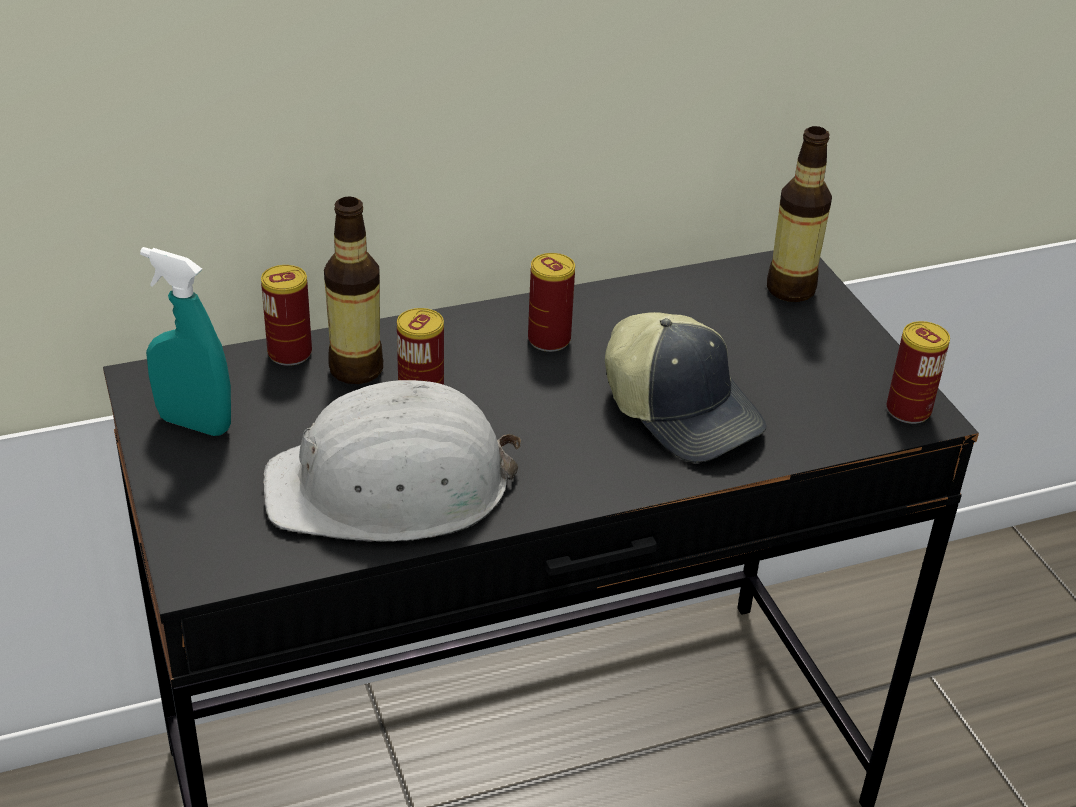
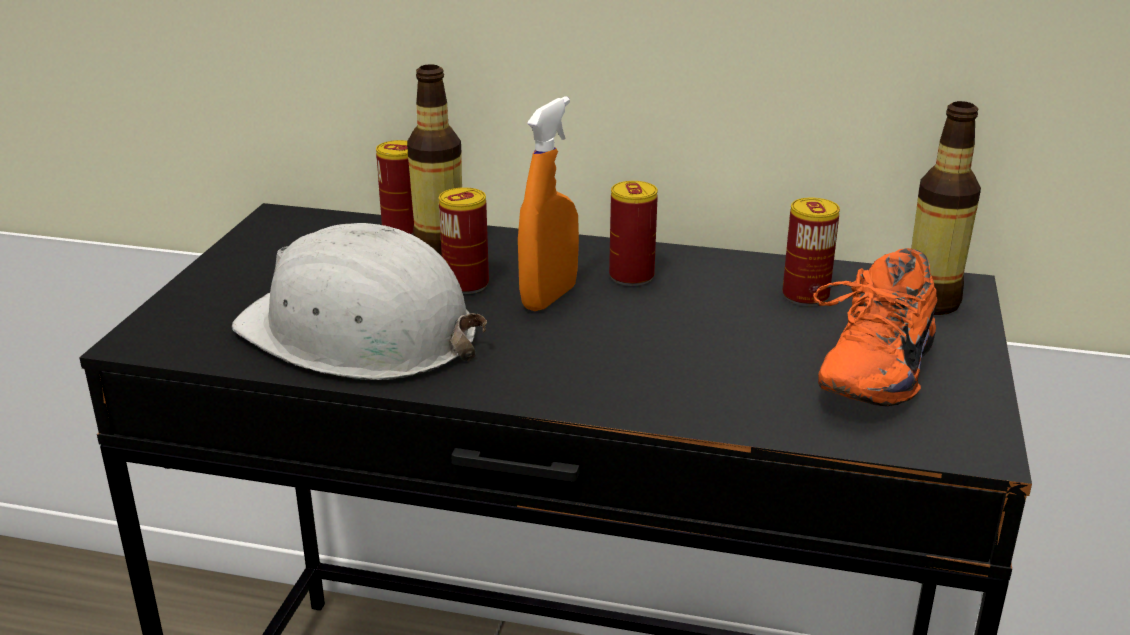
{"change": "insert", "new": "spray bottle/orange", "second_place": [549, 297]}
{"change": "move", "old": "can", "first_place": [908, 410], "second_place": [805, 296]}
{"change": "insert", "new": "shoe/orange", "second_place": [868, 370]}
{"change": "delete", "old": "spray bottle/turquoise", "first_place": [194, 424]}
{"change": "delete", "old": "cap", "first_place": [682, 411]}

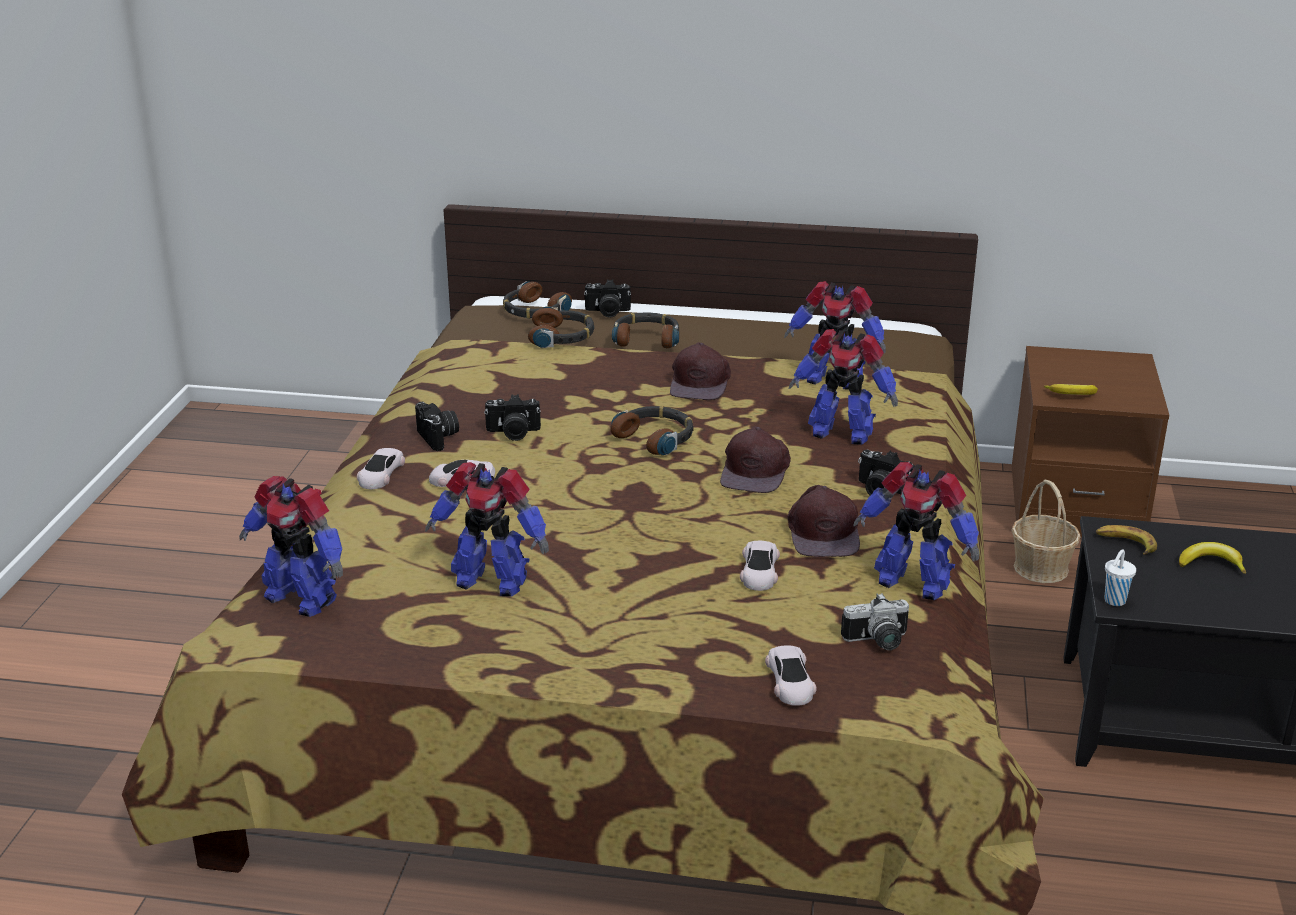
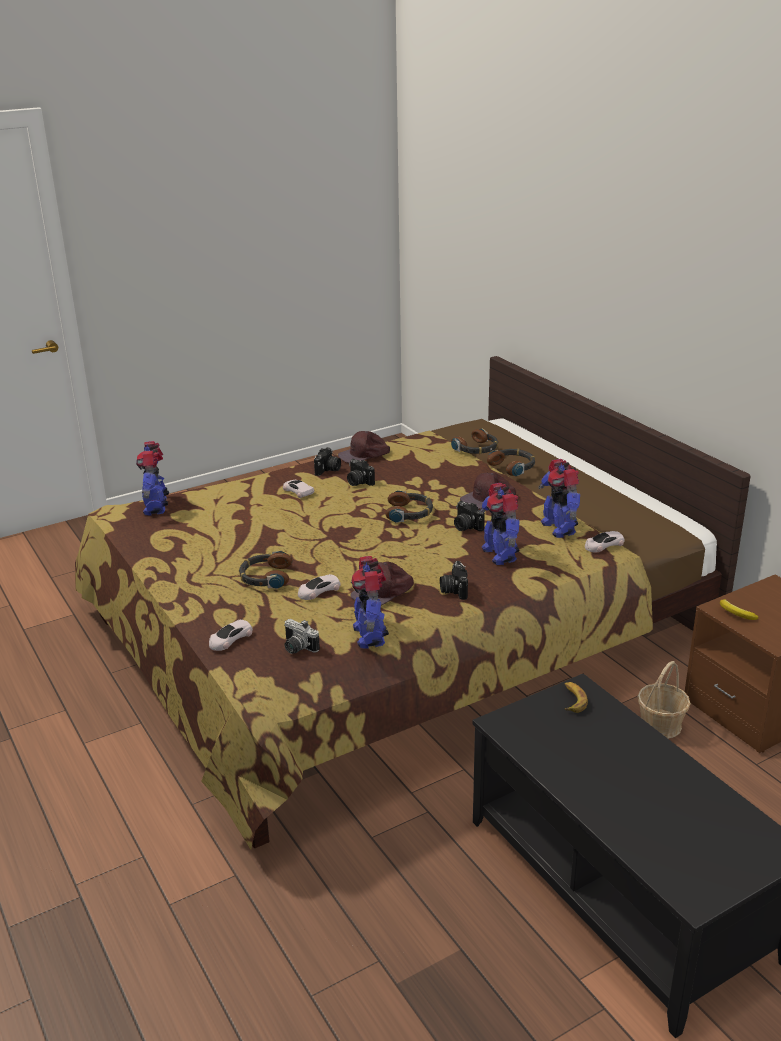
{"change": "move", "old": "headphones", "first_place": [534, 311], "second_place": [265, 577]}
{"change": "move", "old": "cap/brown", "first_place": [756, 471], "second_place": [364, 455]}
{"change": "move", "old": "photo camera", "first_place": [607, 312], "second_place": [466, 526]}
{"change": "move", "old": "toy car/white", "first_place": [380, 474], "second_place": [603, 545]}
{"change": "delete", "old": "toy robot", "first_place": [491, 580]}
{"change": "delete", "old": "cup/white", "first_place": [1114, 601]}
{"change": "delete", "old": "banana", "first_place": [1210, 564]}

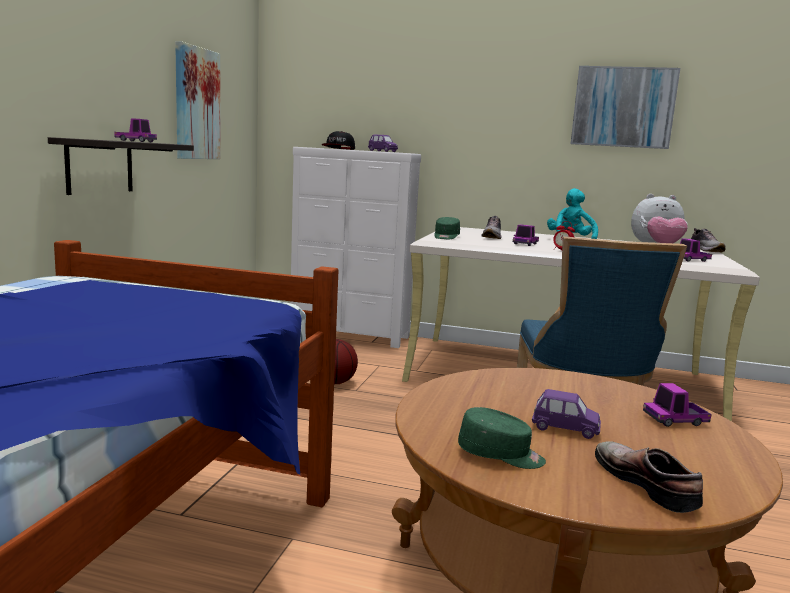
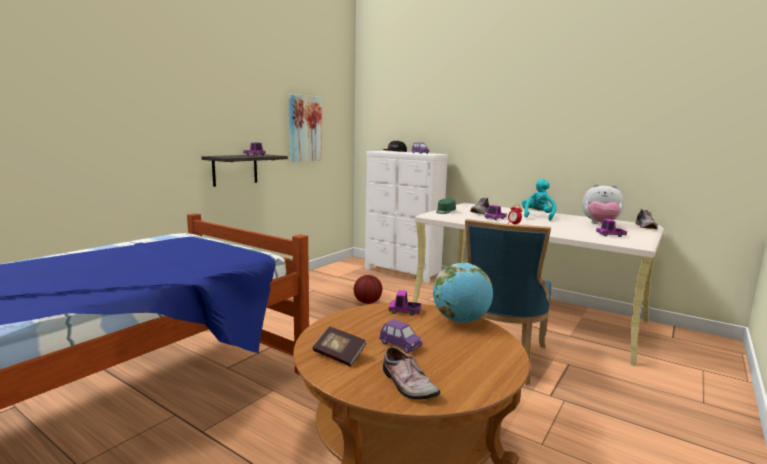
{"change": "replace", "old": "cap/green", "new": "book", "first_place": [500, 455], "second_place": [339, 355]}
{"change": "rotate", "old": "shoe", "first_place": [647, 484], "second_place": [406, 384], "degrees": 150}
{"change": "move", "old": "toy truck", "first_place": [675, 420], "second_place": [405, 311]}
{"change": "insert", "new": "globe", "second_place": [461, 321]}
{"change": "delete", "old": "picture", "first_place": [623, 107]}

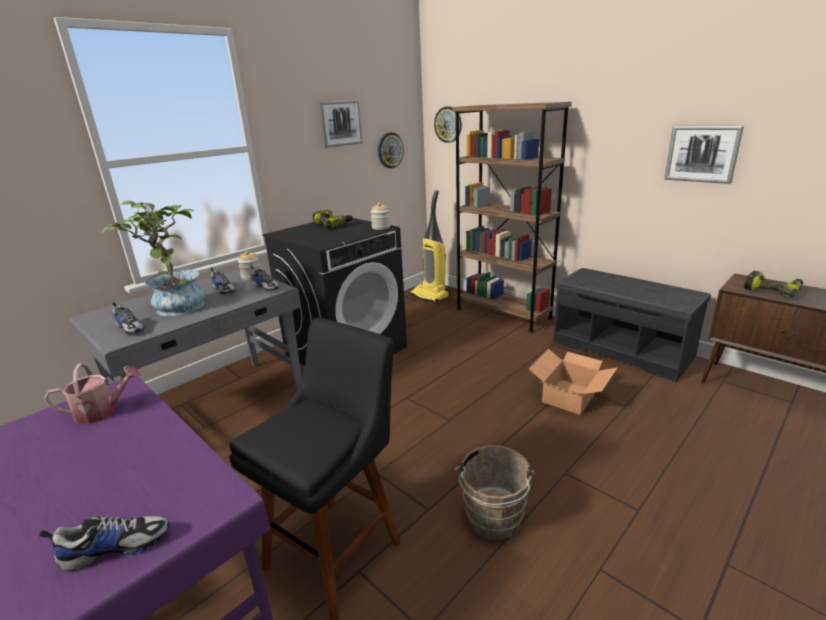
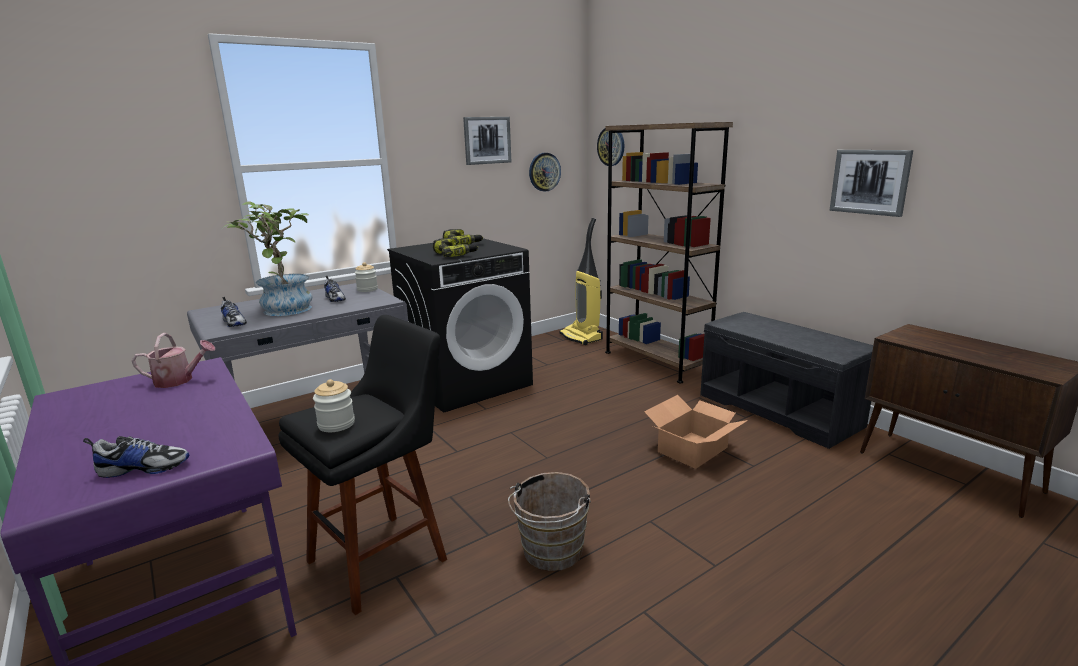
{"change": "move", "old": "jar", "first_place": [381, 227], "second_place": [336, 424]}
{"change": "move", "old": "power drill", "first_place": [772, 290], "second_place": [455, 254]}
{"change": "delete", "old": "shoe", "first_place": [266, 287]}

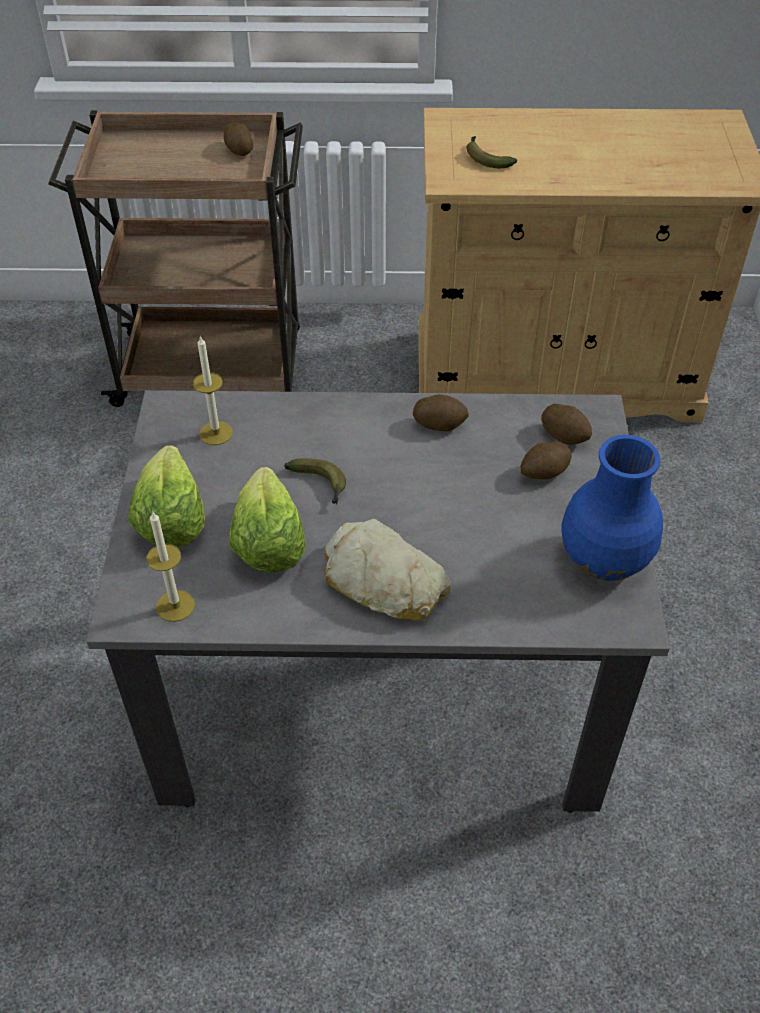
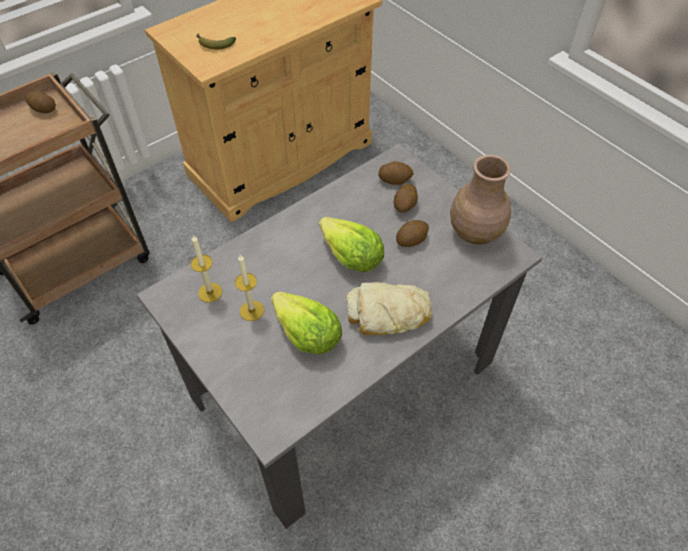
{"change": "move", "old": "candle", "first_place": [175, 606], "second_place": [252, 310]}
{"change": "move", "old": "lettuce", "first_place": [170, 518], "second_place": [350, 257]}
{"change": "move", "old": "potato", "first_place": [439, 424], "second_place": [411, 240]}
{"change": "recolor", "old": "vase/blue", "new": "vase/brown", "first_place": [602, 560], "second_place": [474, 233]}
{"change": "delete", "old": "banana", "first_place": [320, 485]}

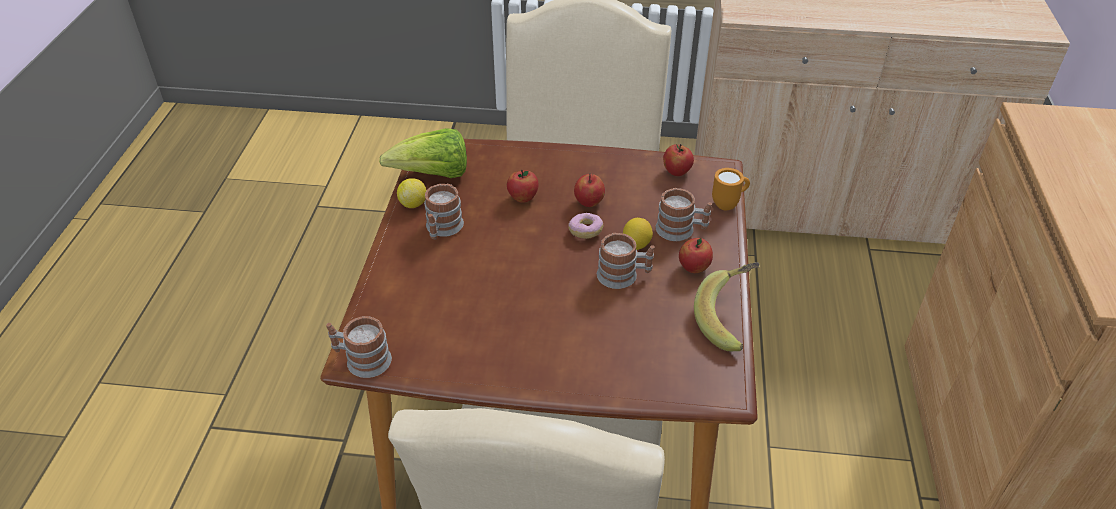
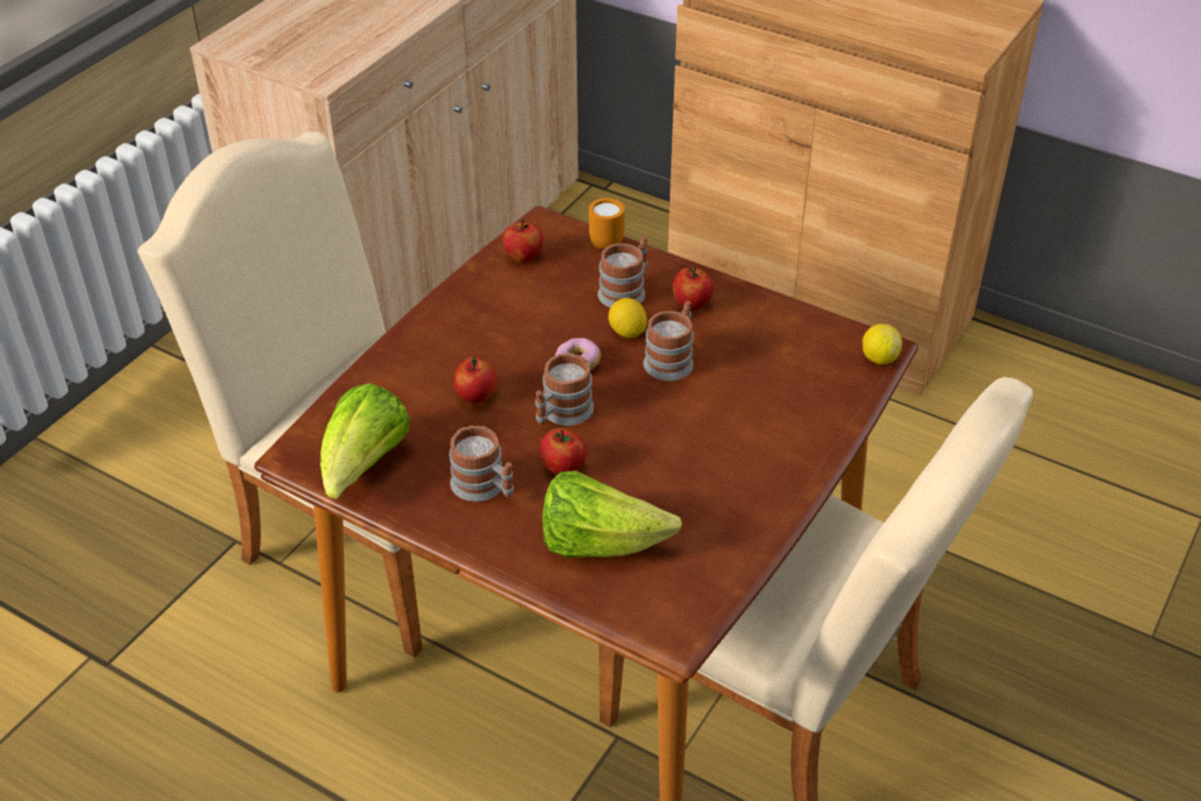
{"change": "move", "old": "mug", "first_place": [362, 360], "second_place": [561, 414]}
{"change": "move", "old": "apple", "first_place": [589, 202], "second_place": [563, 468]}
{"change": "insert", "new": "lettuce", "second_place": [599, 544]}
{"change": "move", "old": "lemon", "first_place": [413, 204], "second_place": [879, 358]}
{"change": "delete", "old": "banana", "first_place": [731, 319]}

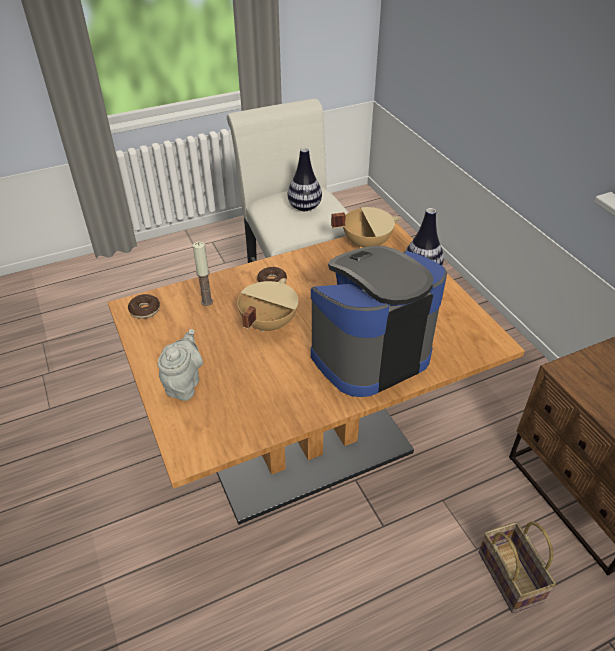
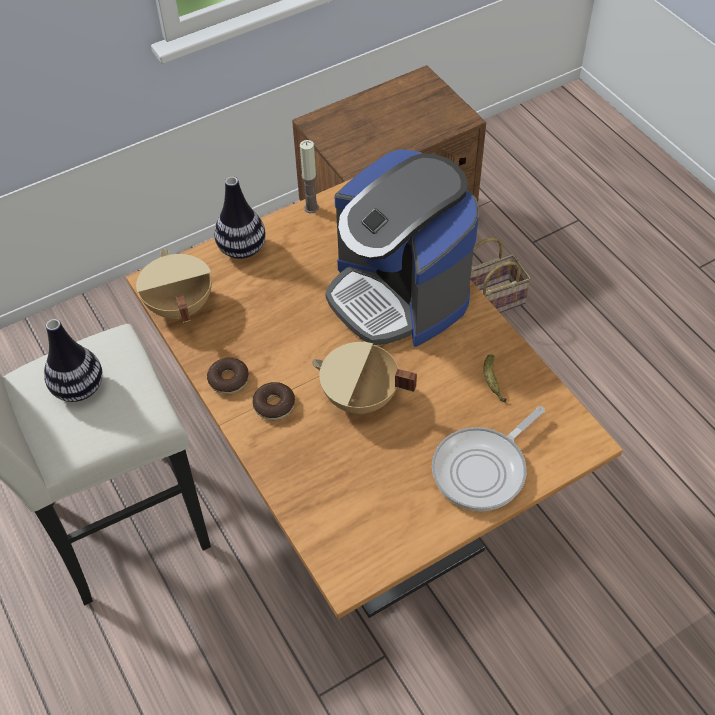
{"change": "move", "old": "donut", "first_place": [145, 310], "second_place": [228, 380]}
{"change": "move", "old": "candle", "first_place": [207, 301], "second_place": [311, 208]}
{"change": "replace", "old": "teapot/grey", "new": "frying pan", "first_place": [184, 384], "second_place": [483, 469]}
{"change": "insert", "new": "banana", "second_place": [492, 381]}

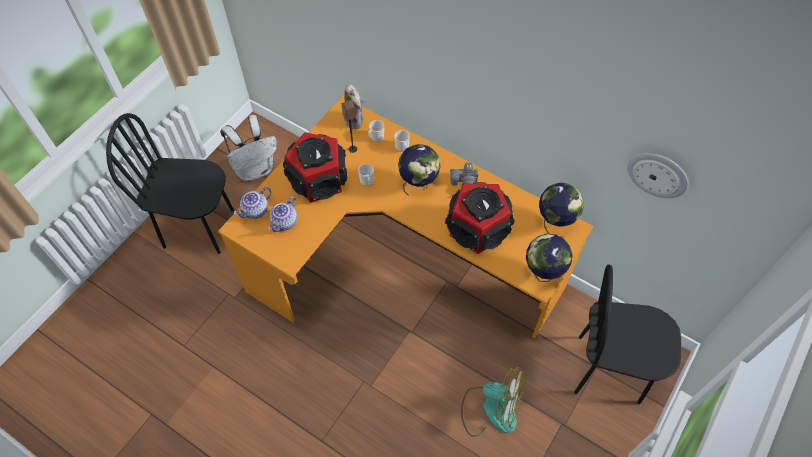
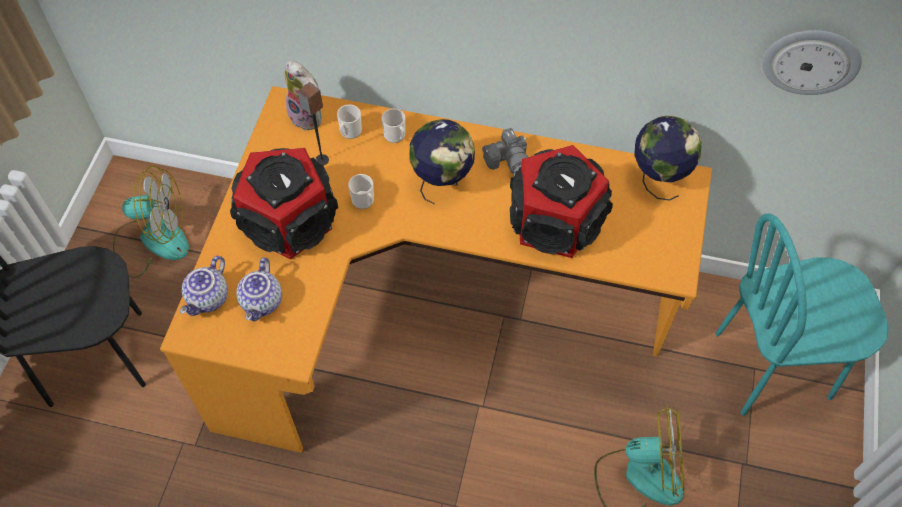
{"change": "replace", "old": "backpack/white", "new": "fan", "first_place": [255, 169], "second_place": [152, 240]}
{"change": "recolor", "old": "chair/black", "new": "chair/turquoise", "first_place": [608, 369], "second_place": [772, 366]}
{"change": "delete", "old": "globe", "first_place": [543, 273]}

